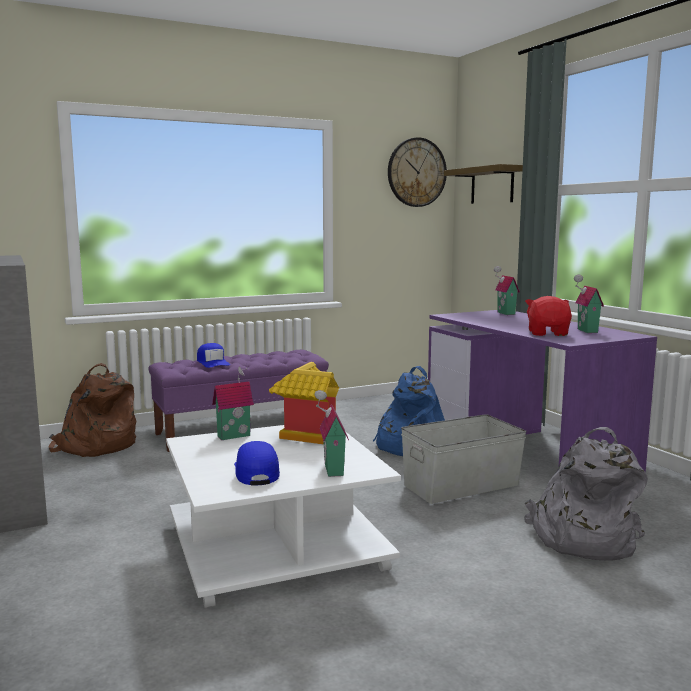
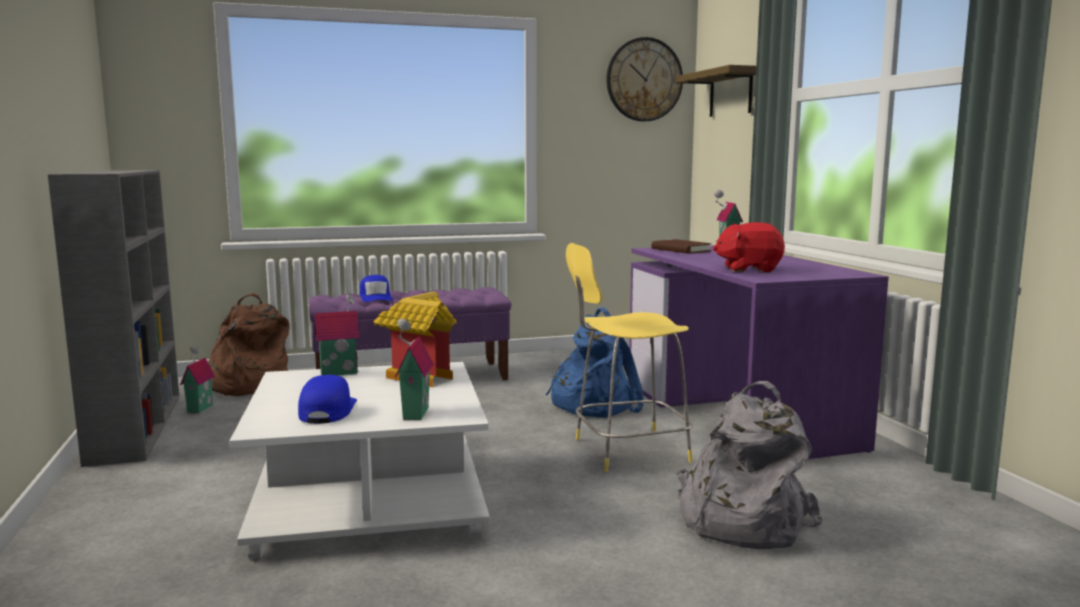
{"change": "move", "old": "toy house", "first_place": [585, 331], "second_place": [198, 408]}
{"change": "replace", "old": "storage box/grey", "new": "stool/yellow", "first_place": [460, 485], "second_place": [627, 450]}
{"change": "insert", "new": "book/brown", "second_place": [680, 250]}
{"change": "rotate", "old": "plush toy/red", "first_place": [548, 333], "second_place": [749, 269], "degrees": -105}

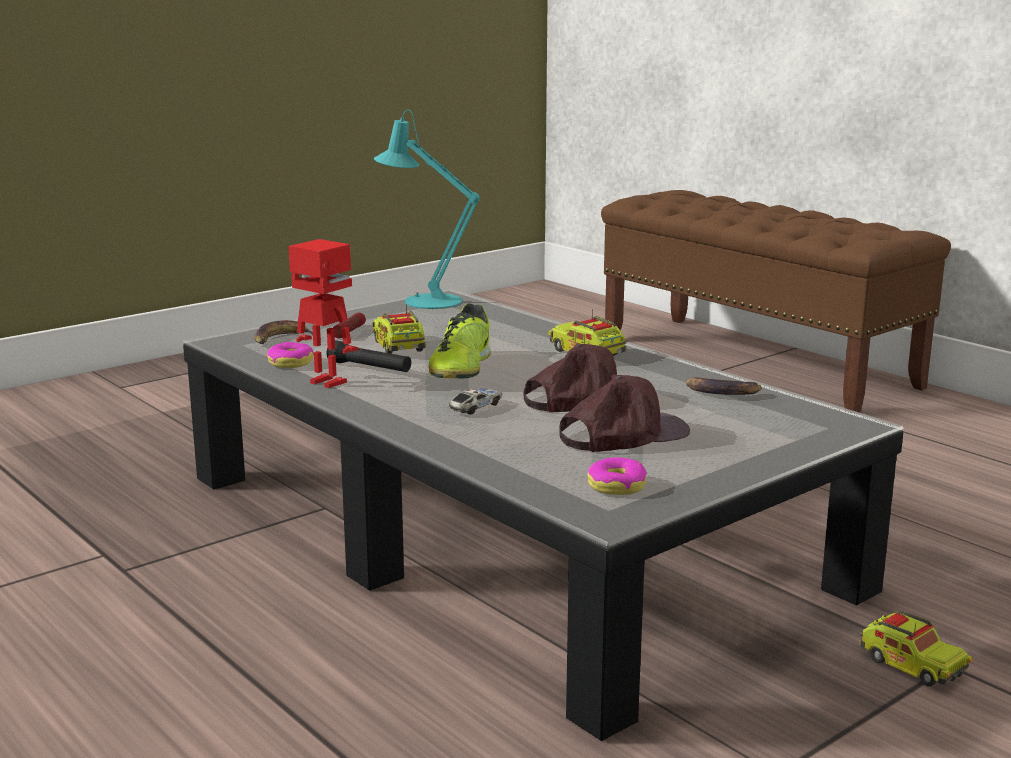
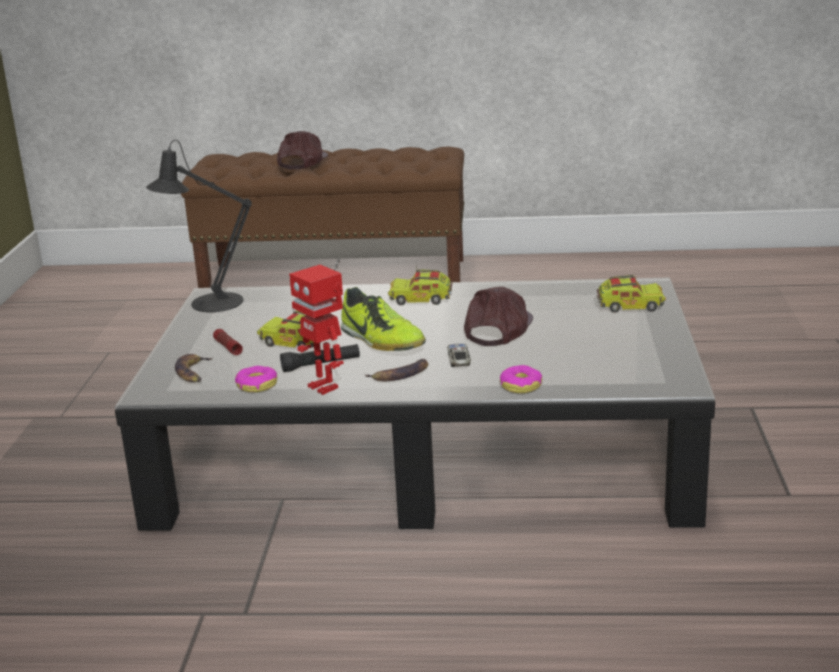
{"change": "recolor", "old": "table lamp/turquoise", "new": "table lamp/black", "first_place": [425, 300], "second_place": [209, 304]}
{"change": "move", "old": "cap/brown", "first_place": [622, 434], "second_place": [301, 161]}
{"change": "rotate", "old": "toy robot", "first_place": [326, 383], "second_place": [324, 387], "degrees": -120}
{"change": "move", "old": "banana", "first_place": [721, 392], "second_place": [400, 375]}
{"change": "move", "old": "donut", "first_place": [617, 486], "second_place": [521, 386]}
{"change": "move", "old": "toy truck", "first_place": [911, 665], "second_place": [630, 306]}

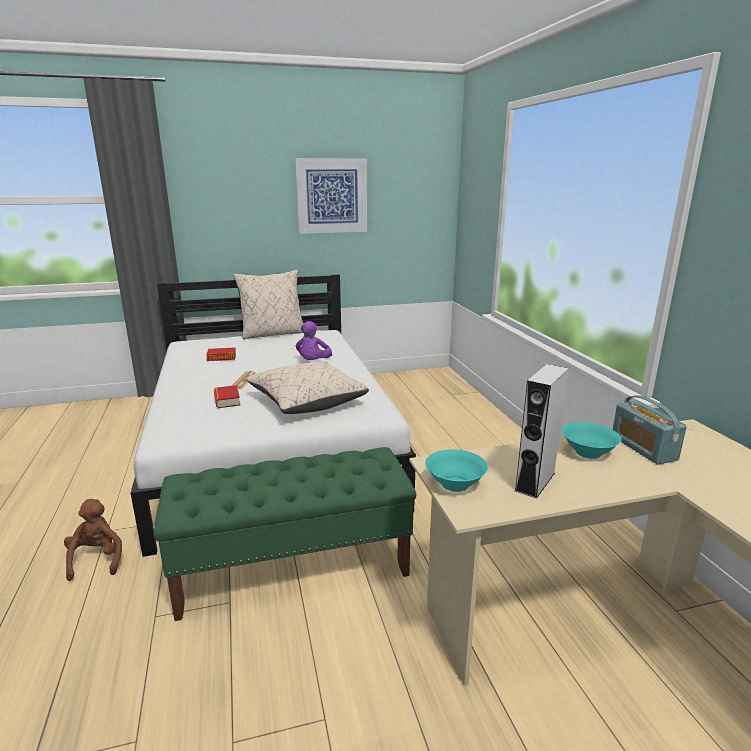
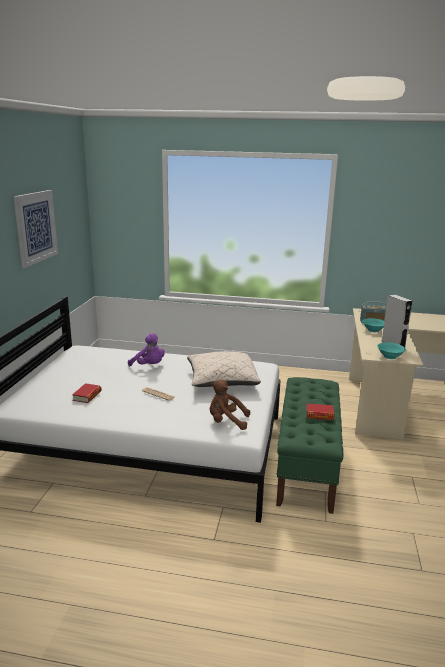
{"change": "move", "old": "plush toy/brown", "first_place": [97, 559], "second_place": [226, 422]}
{"change": "move", "old": "book", "first_place": [227, 400], "second_place": [319, 415]}
{"change": "delete", "old": "pillow/beige", "first_place": [273, 334]}

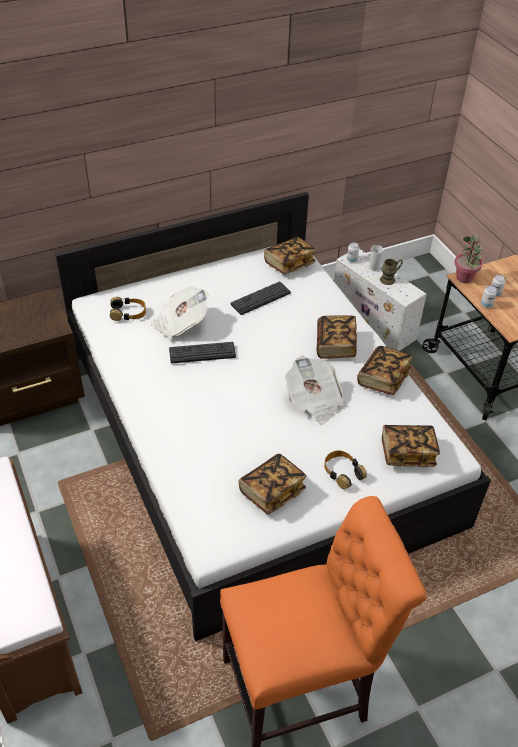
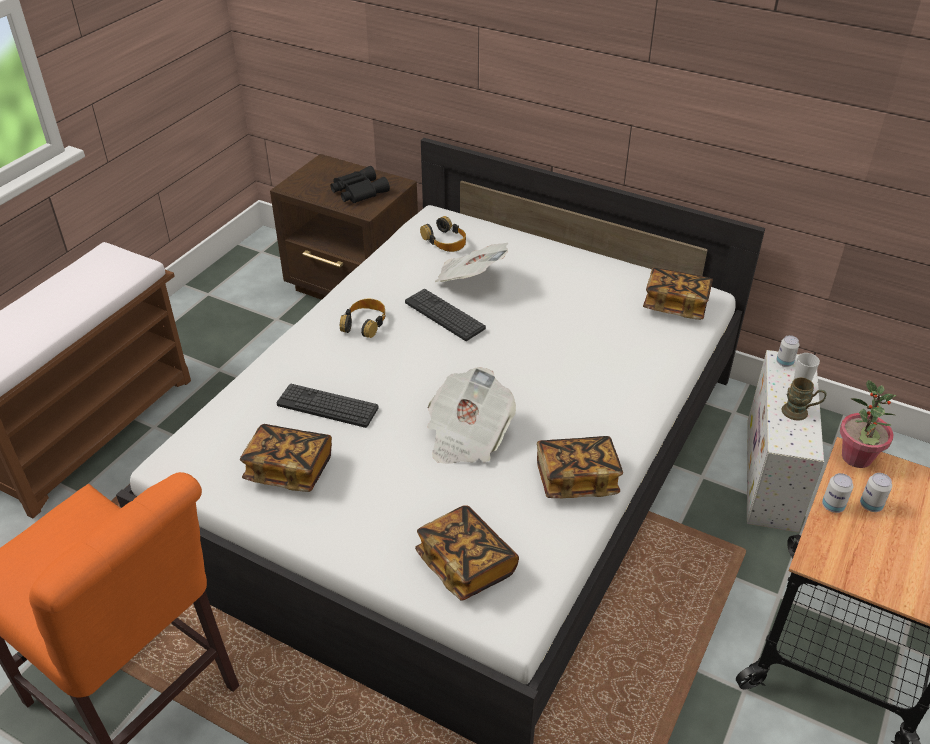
{"change": "move", "old": "keyboard", "first_place": [260, 298], "second_place": [327, 406]}
{"change": "insert", "new": "binoculars/black", "second_place": [358, 191]}
{"change": "move", "old": "headphones", "first_place": [342, 472], "second_place": [364, 323]}
{"change": "delete", "old": "book", "first_place": [335, 345]}

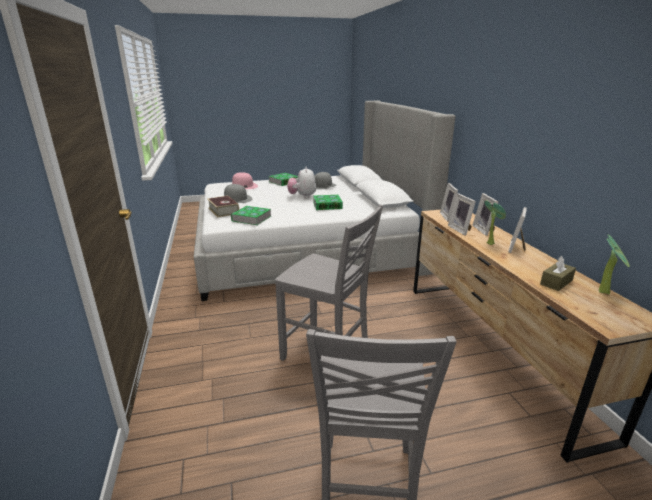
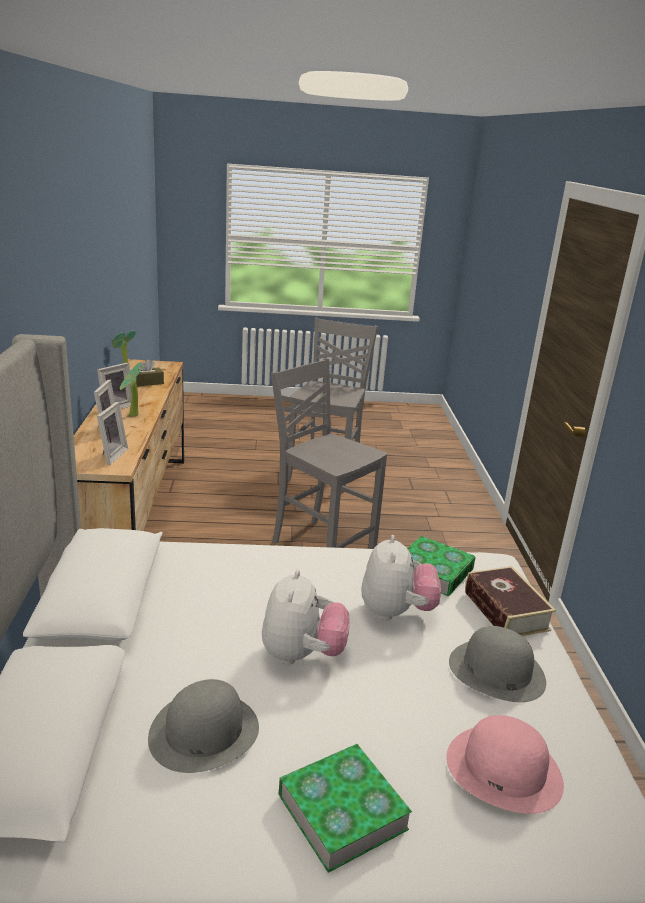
{"change": "insert", "new": "plush toy", "second_place": [396, 612]}
{"change": "delete", "old": "book", "first_place": [327, 205]}
{"change": "delete", "old": "picture frame", "first_place": [461, 230]}

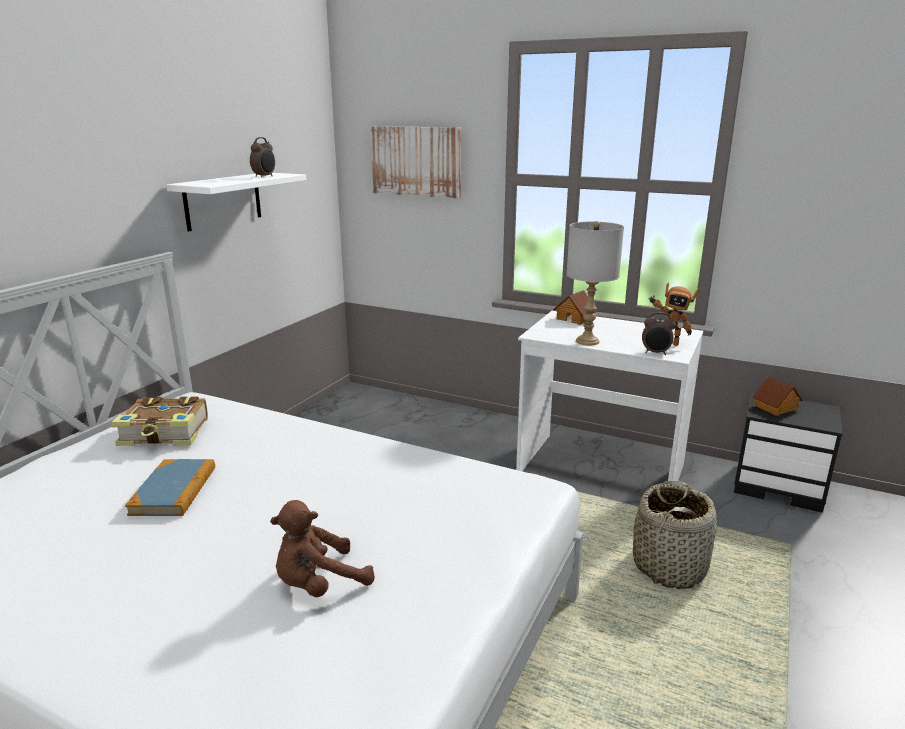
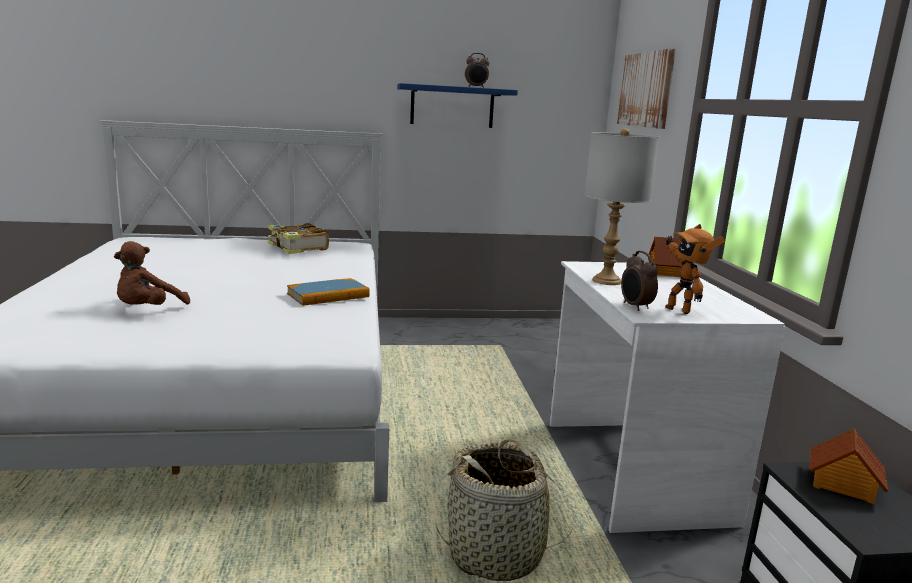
{"change": "rotate", "old": "plush toy/brown", "first_place": [319, 584], "second_place": [148, 310], "degrees": -90}
{"change": "move", "old": "book", "first_place": [174, 491], "second_place": [328, 295]}
{"change": "recolor", "old": "shelf/white", "new": "shelf/blue", "first_place": [223, 201], "second_place": [452, 106]}

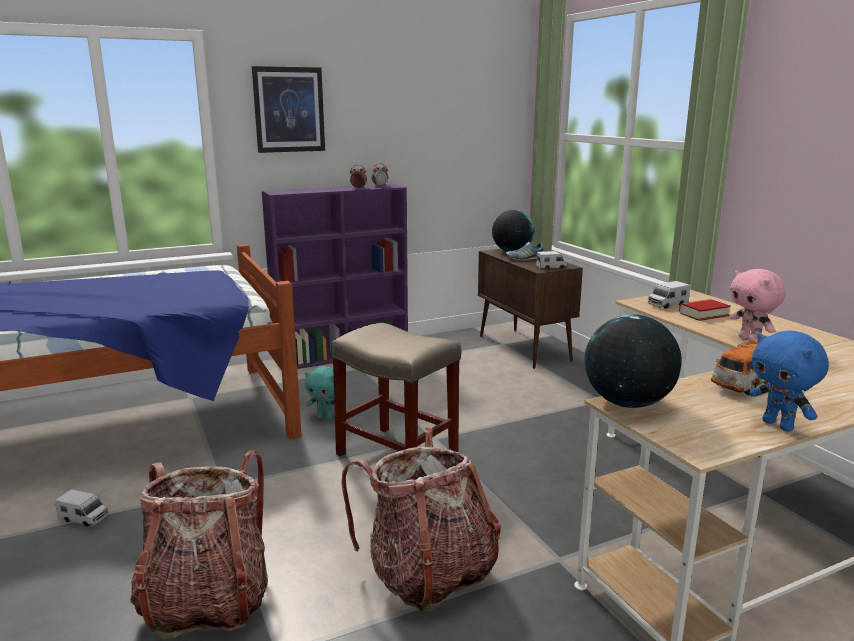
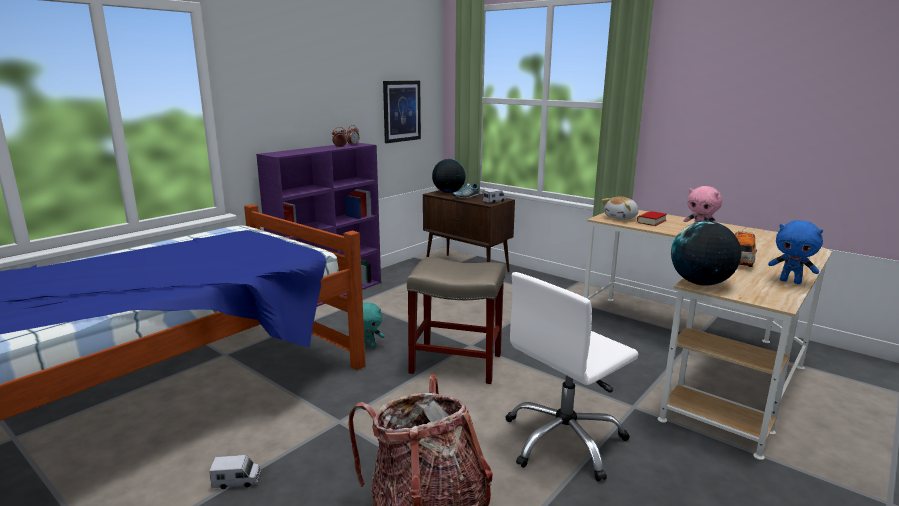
{"change": "move", "old": "picture", "first_place": [289, 110], "second_place": [401, 111]}
{"change": "replace", "old": "backpack", "new": "office chair/white", "first_place": [427, 574], "second_place": [564, 440]}
{"change": "replace", "old": "toy truck", "new": "plush toy", "first_place": [667, 304], "second_place": [621, 218]}

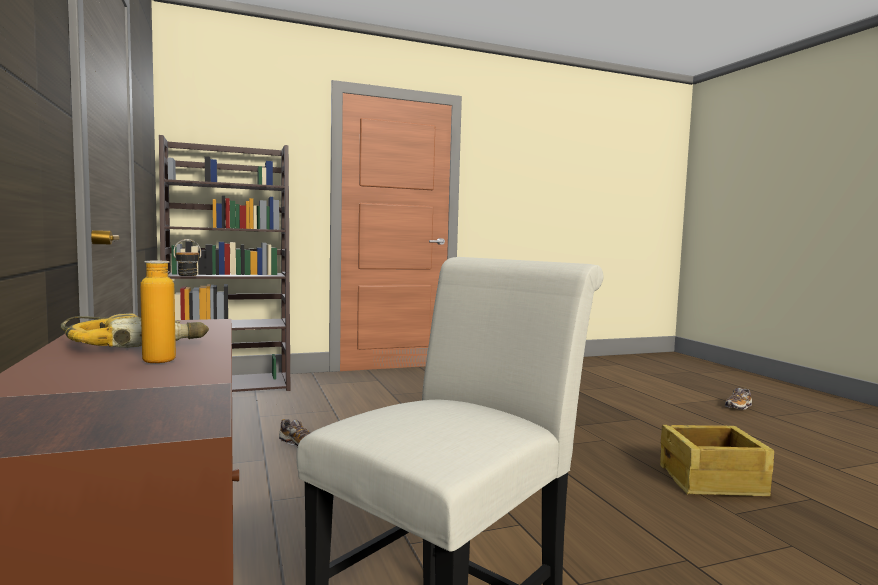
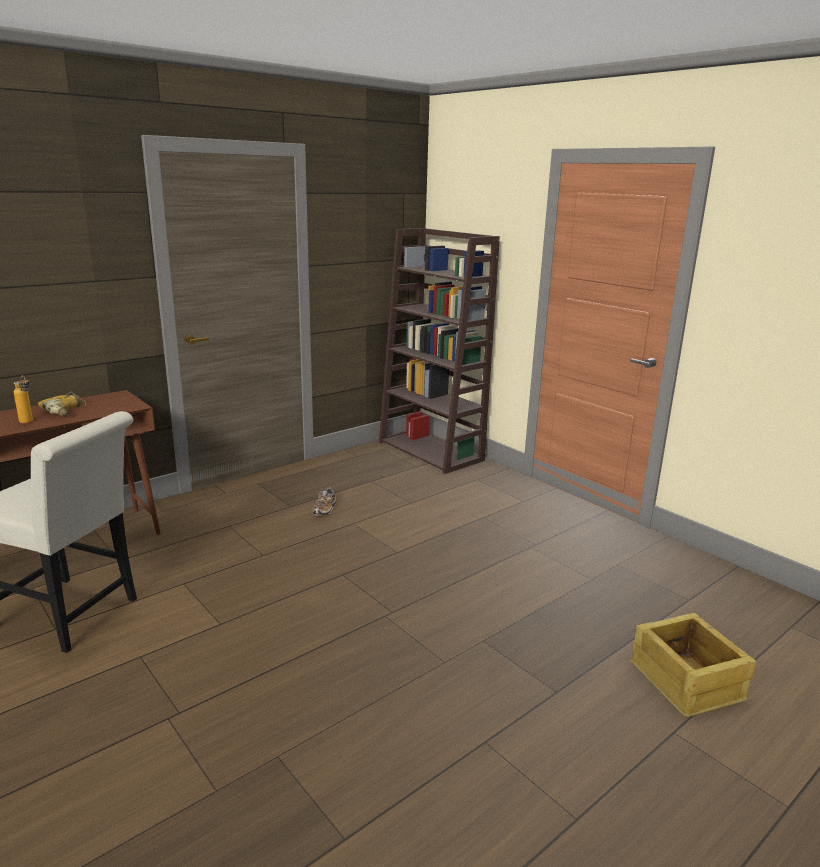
{"change": "move", "old": "crate", "first_place": [712, 481], "second_place": [686, 682]}
{"change": "delete", "old": "shoe", "first_place": [738, 407]}

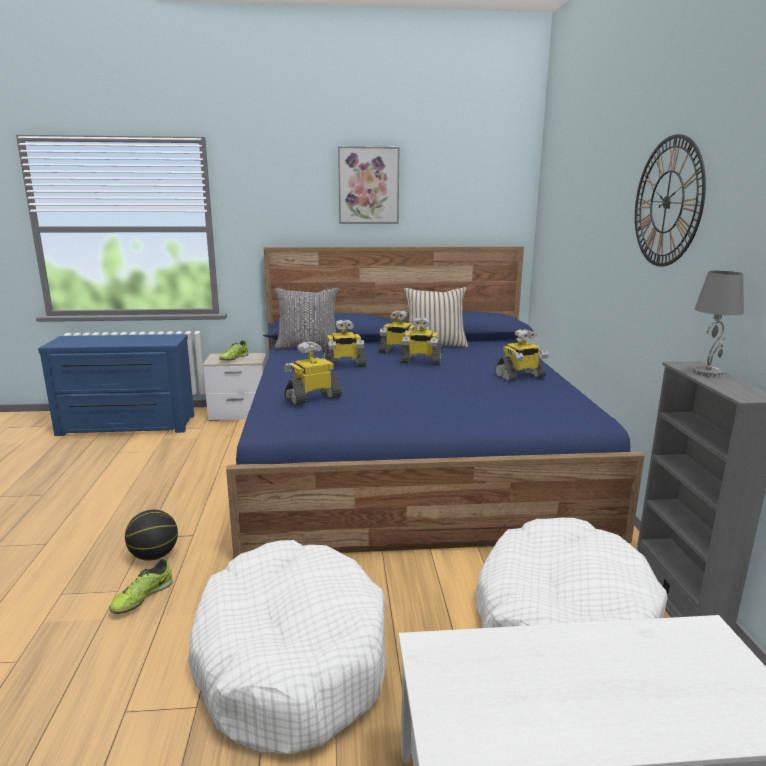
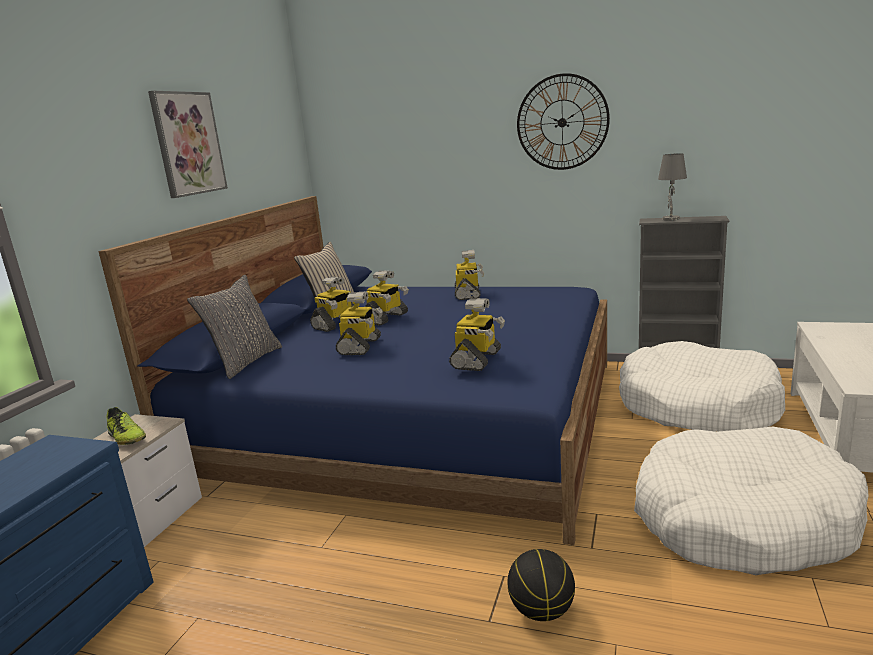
{"change": "rotate", "old": "toy robot", "first_place": [313, 398], "second_place": [477, 360], "degrees": -150}
{"change": "delete", "old": "shoe", "first_place": [142, 597]}

